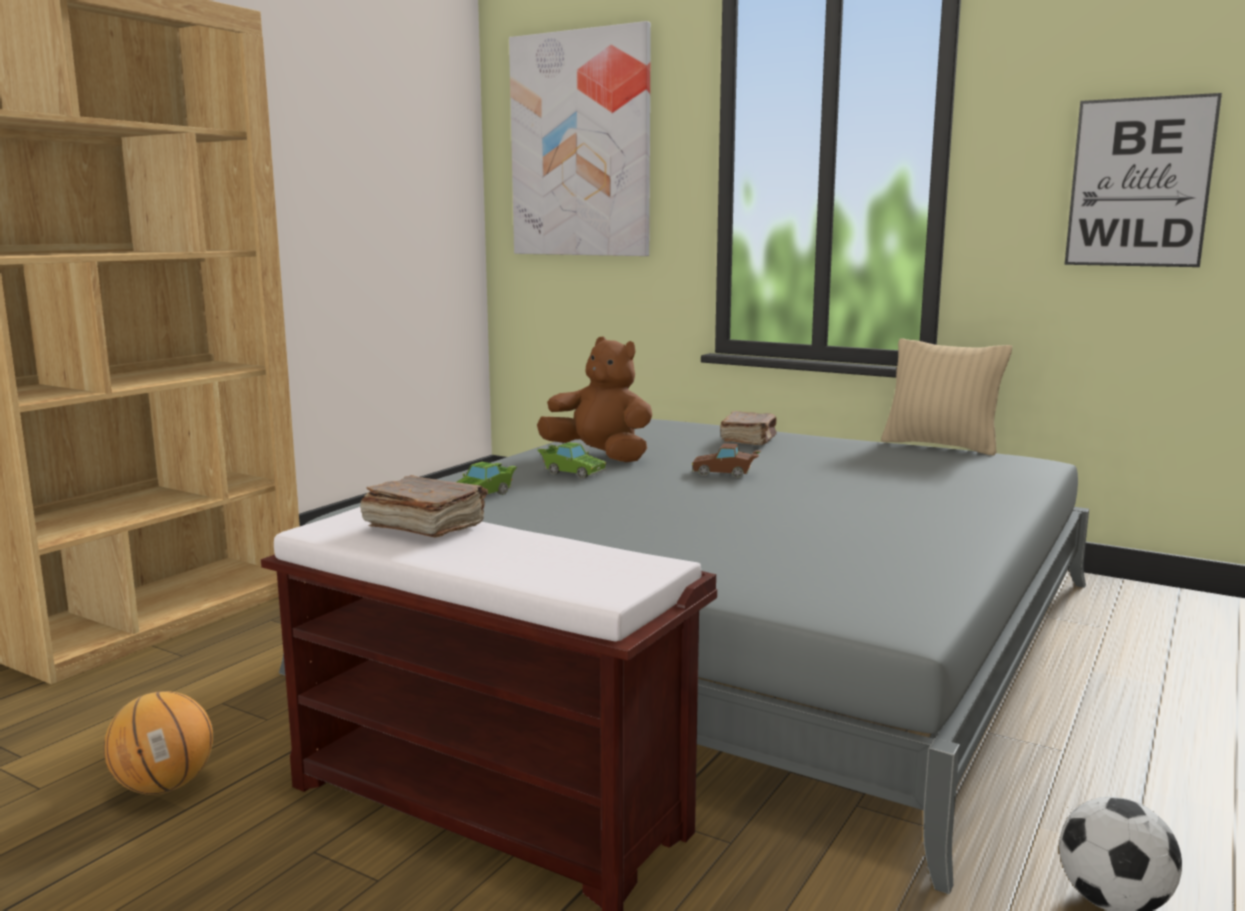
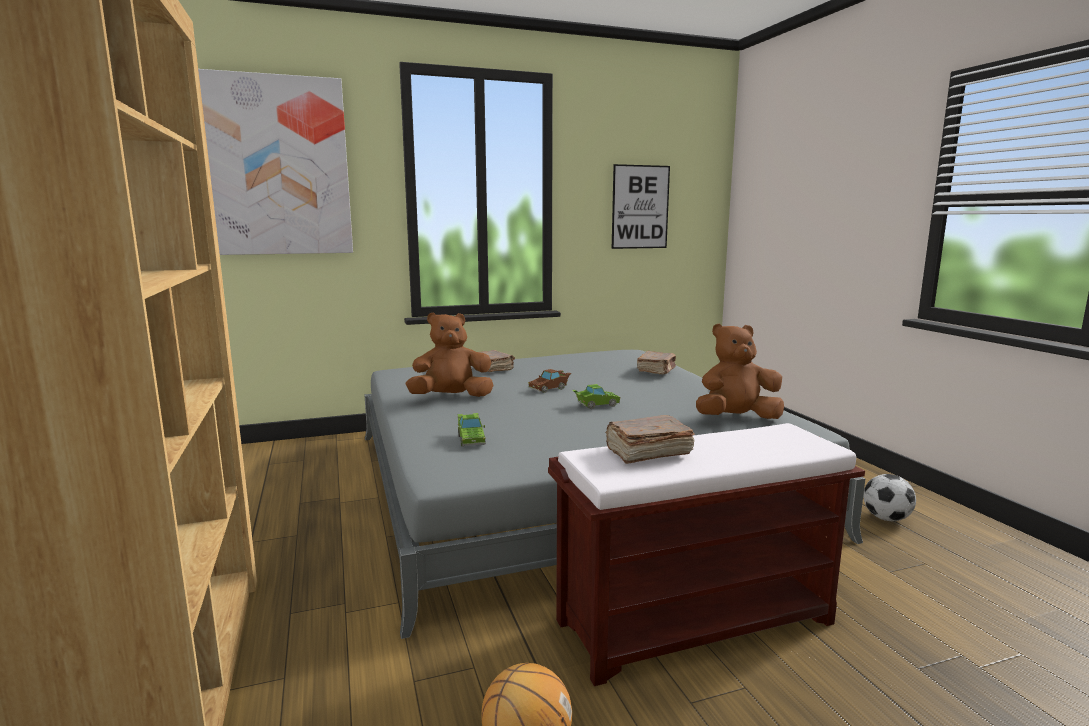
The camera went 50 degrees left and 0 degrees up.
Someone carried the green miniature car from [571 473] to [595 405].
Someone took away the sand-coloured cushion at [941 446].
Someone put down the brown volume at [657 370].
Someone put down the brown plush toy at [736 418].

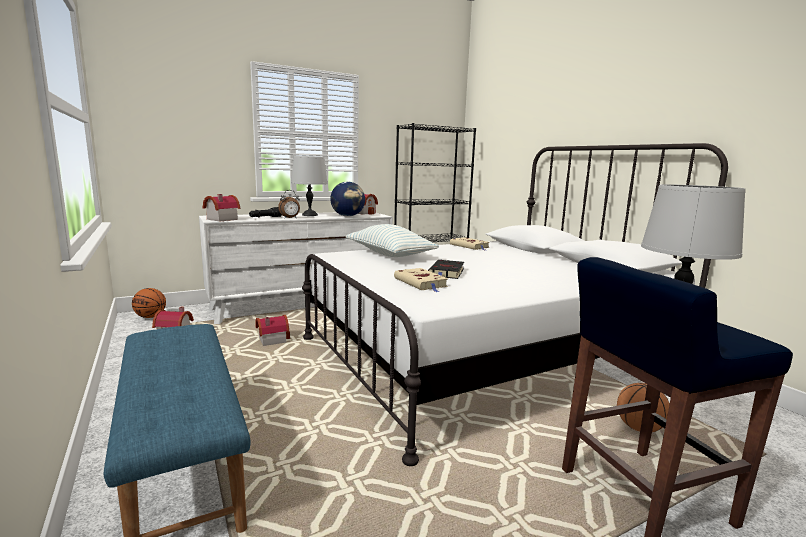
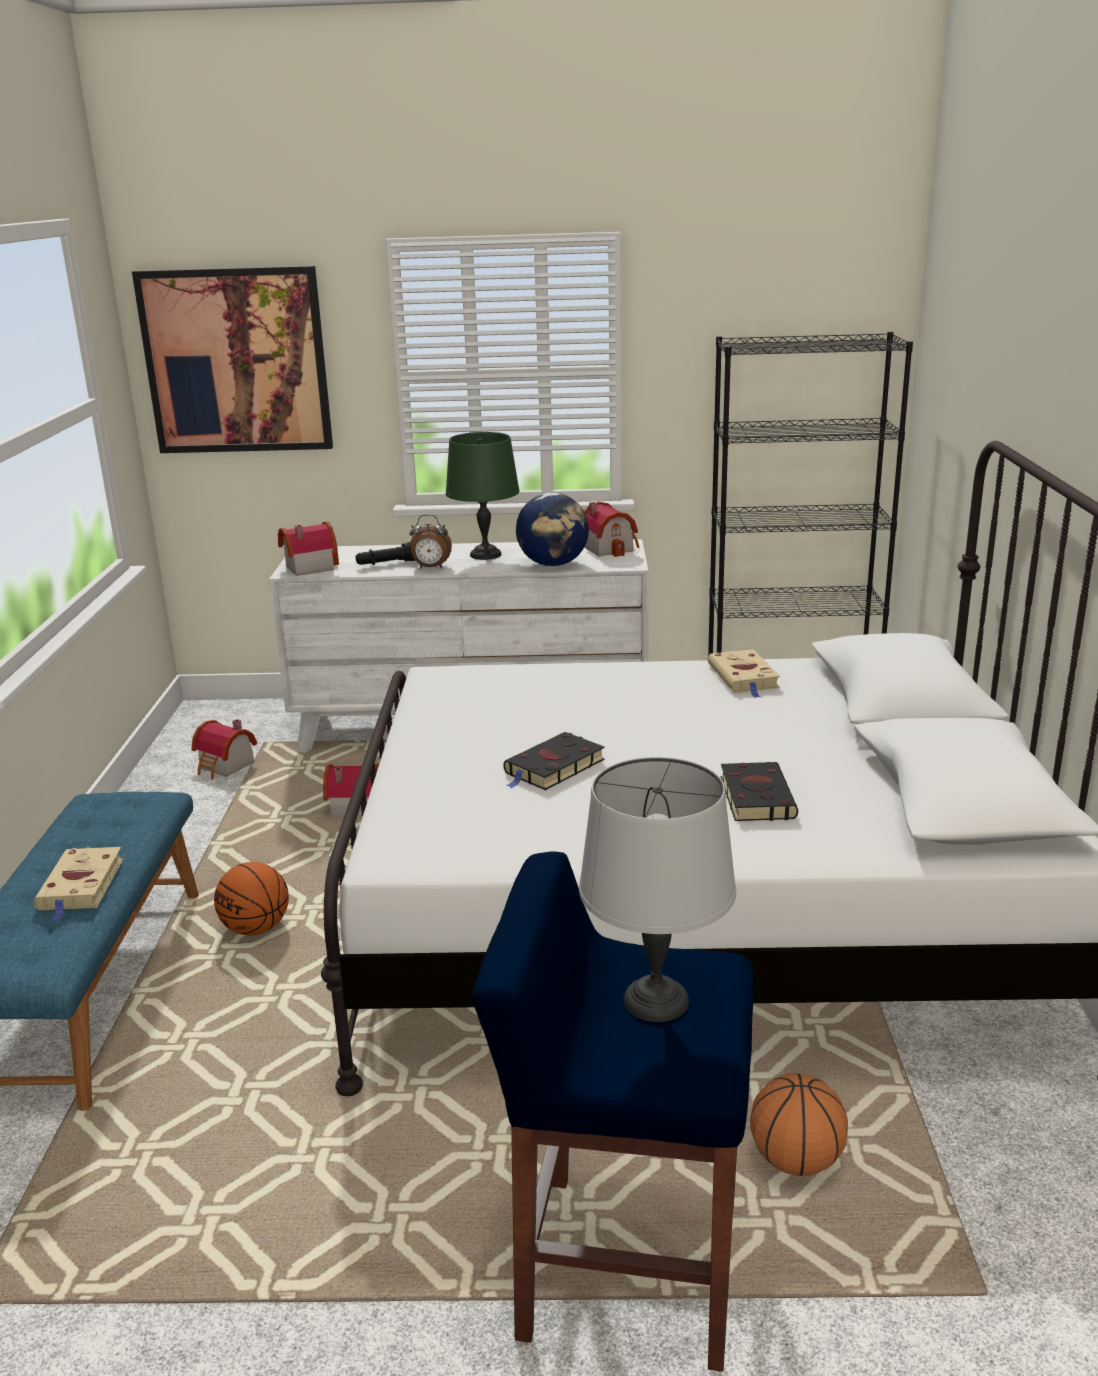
The camera went 30 degrees right and 10 degrees up.
Someone carried the basketball ball from [150 317] to [256 928].
Someone repainted the grey tabletop lamp at [310 215], which became the green tabletop lamp at [486 555].
Someone took away the cushion at [389 255].
Someone carried the sand-coloured volume from [421 283] to [81 886].
Someone put up the wall art at [236 361].
Someone put down the blackish volume at [755 796].

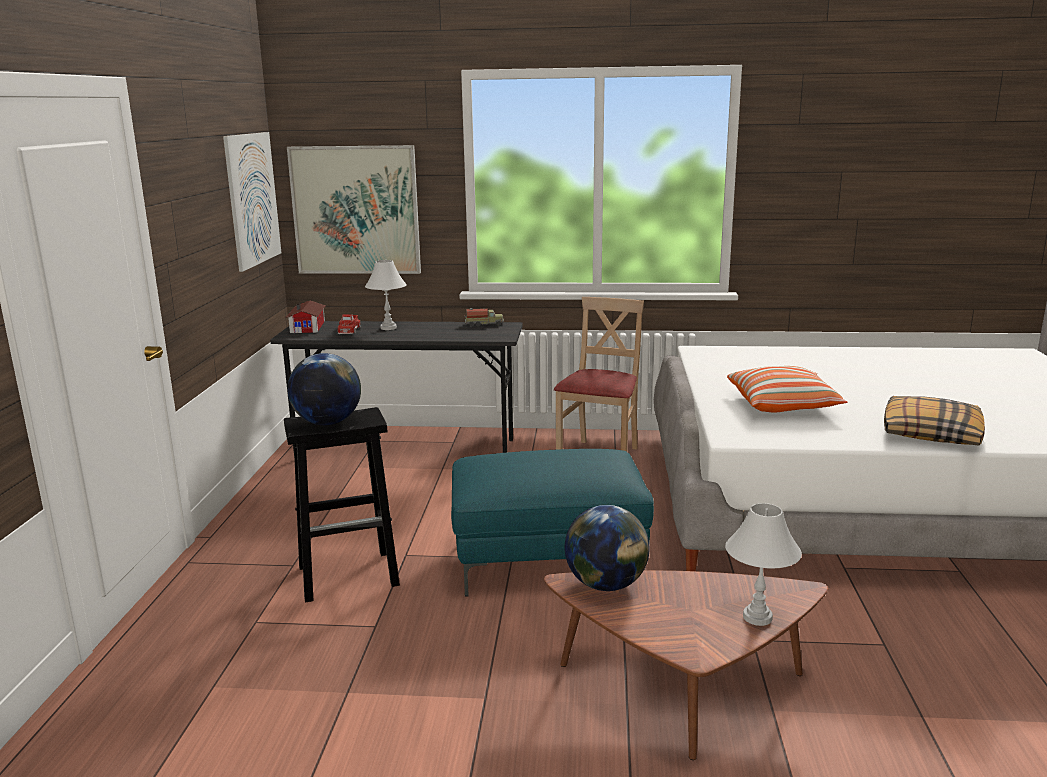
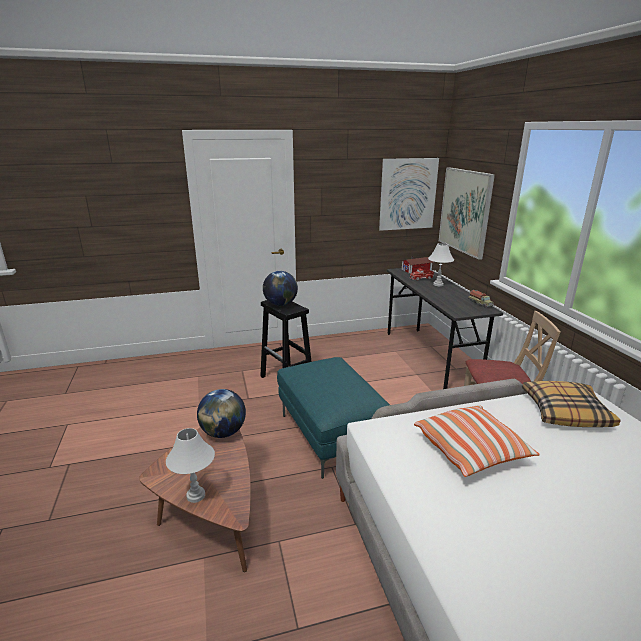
The camera went 70 degrees right and 5 degrees up.
Someone carried the cushion from [930 433] to [565 411].

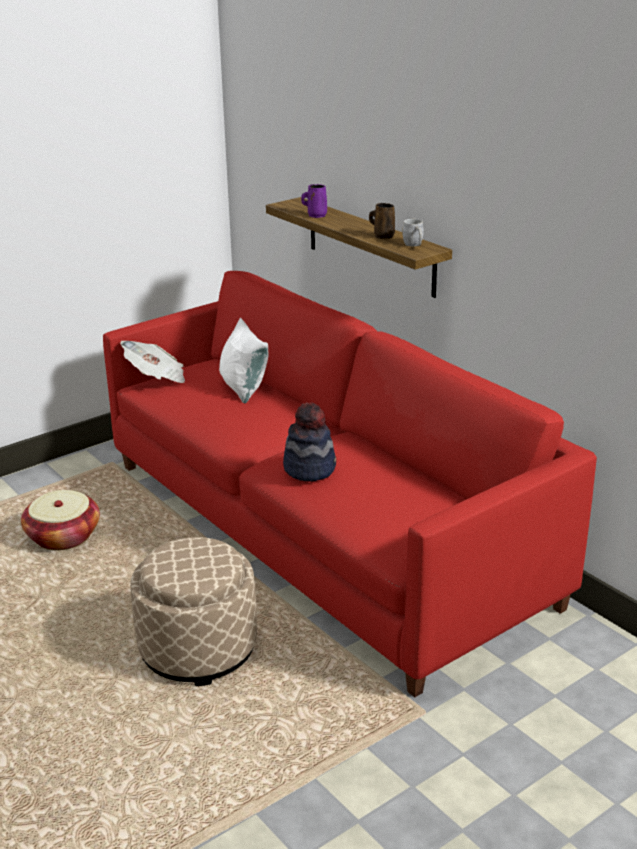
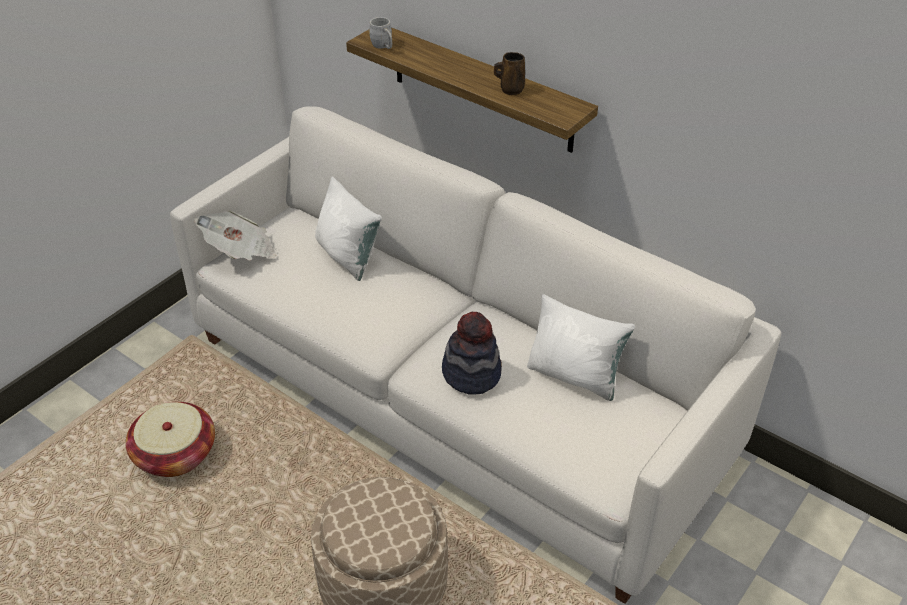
The camera went 15 degrees left and 15 degrees up.
Someone repainted the red sofa at [322 531], which became the whitish sofa at [455 397].
Someone took away the purple-coloured mug at [315 215].
Someone carried the grey mug from [414 245] to [383 46].
Someone put down the whitish cushion at [575 376].

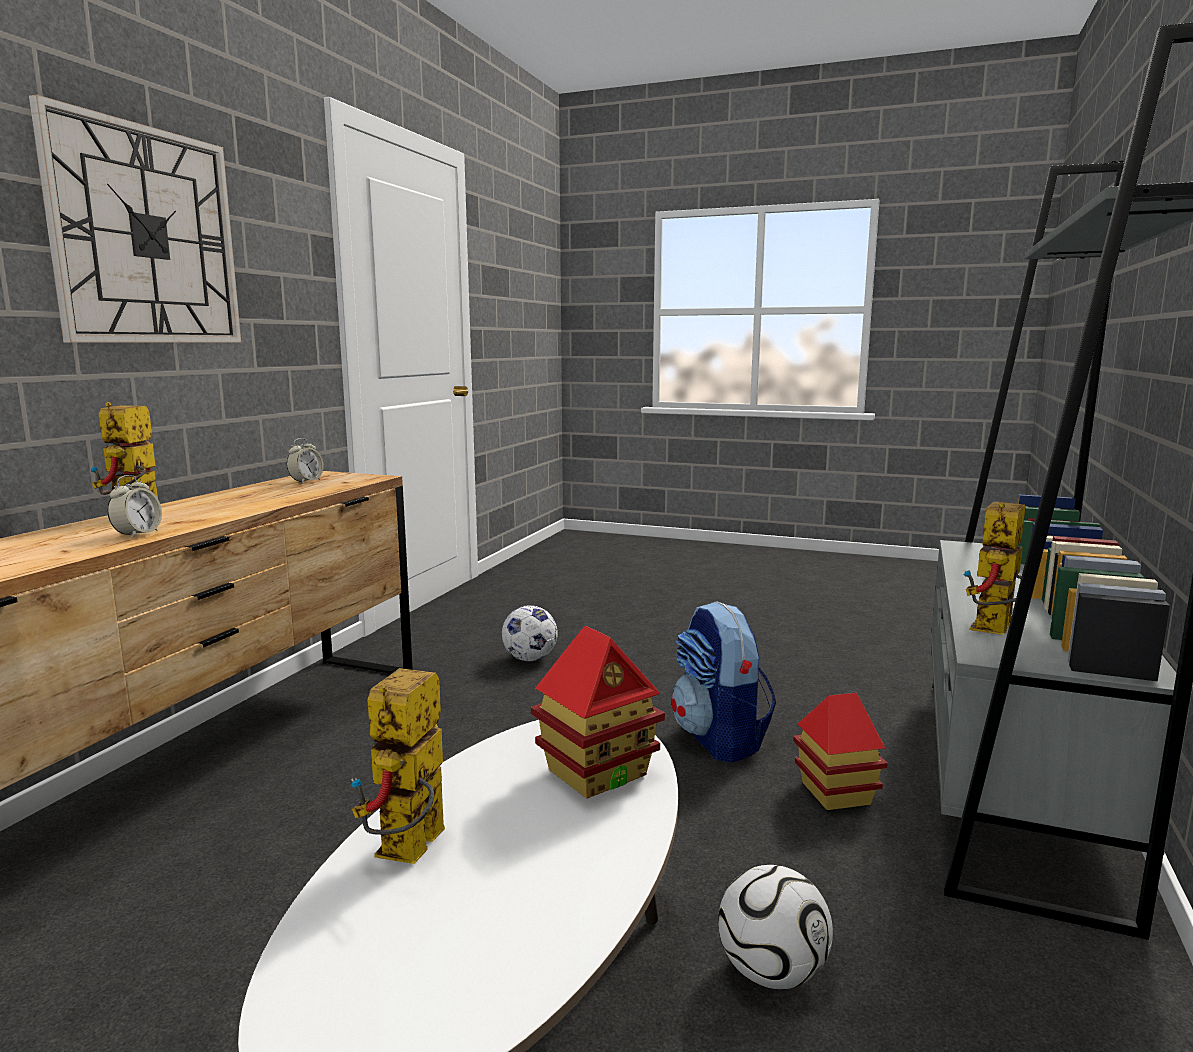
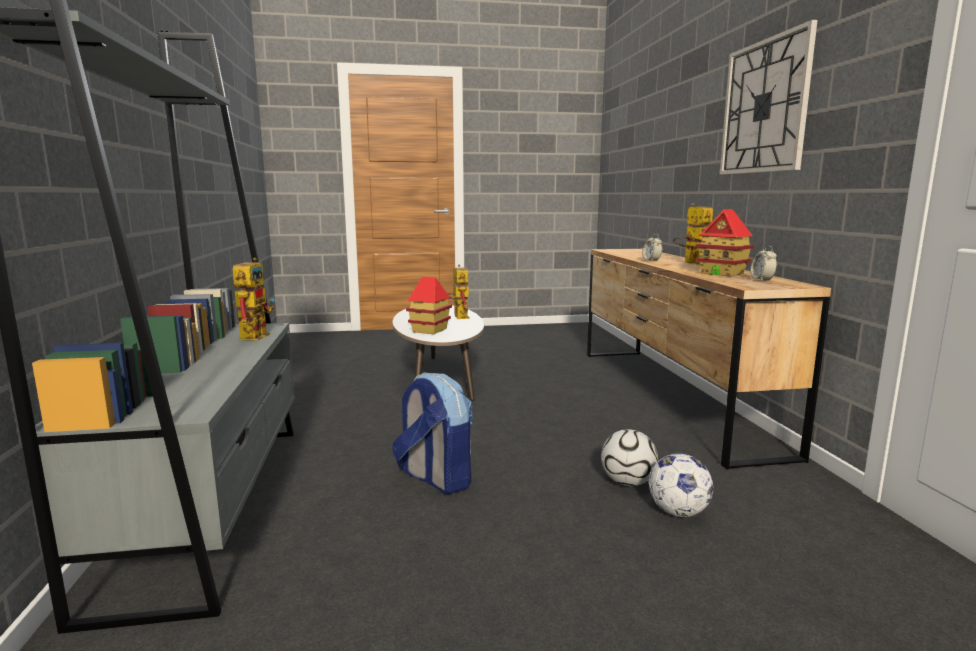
The camera went 150 degrees right and 0 degrees up.
Someone carried the football ball from [772 973] to [627 482].
Someone carried the model house from [835 793] to [722 273].

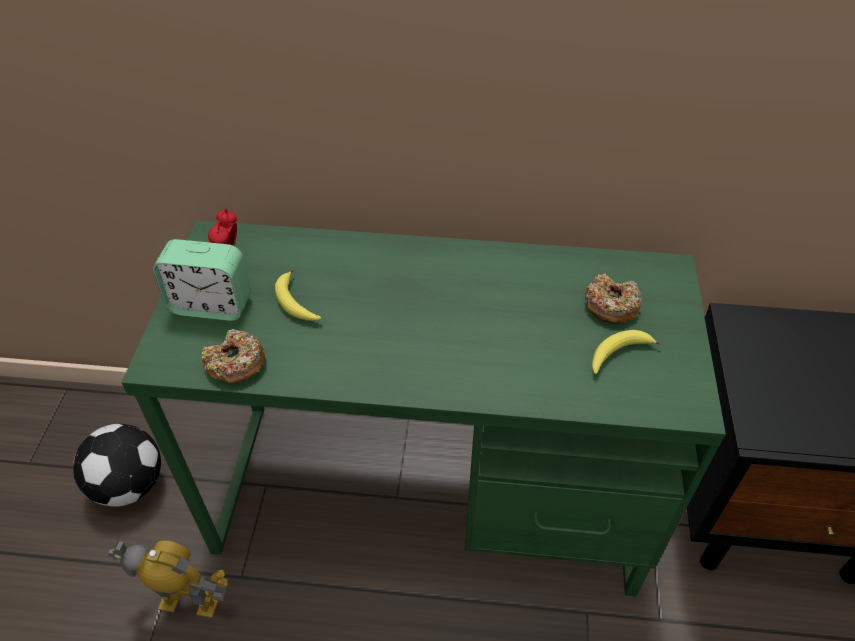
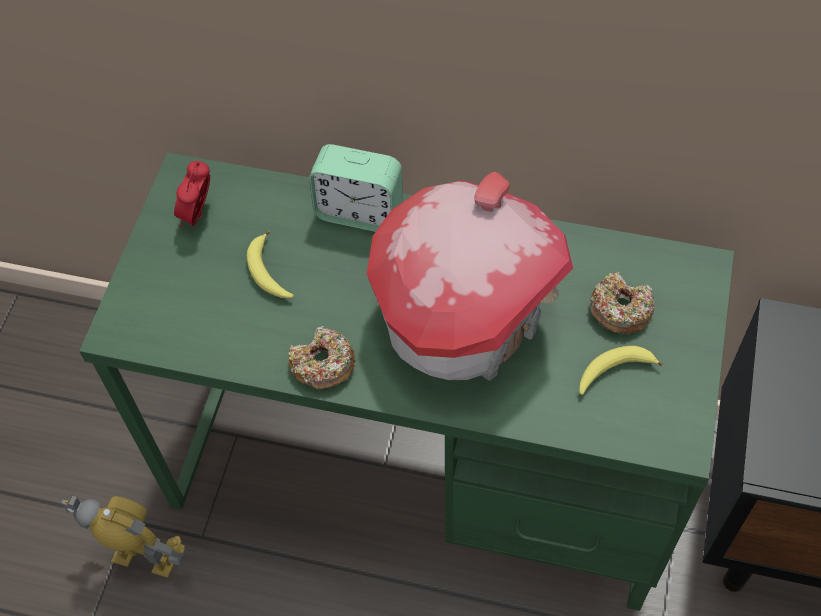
The camera went 10 degrees right and 10 degrees up.
Someone took away the football ball at [130 484].
Someone carried the bedside clock from [211 305] to [359 212].
Someone carried the ring doughnut from [235 364] to [323 364].
Someone put down the model house at [464 318].

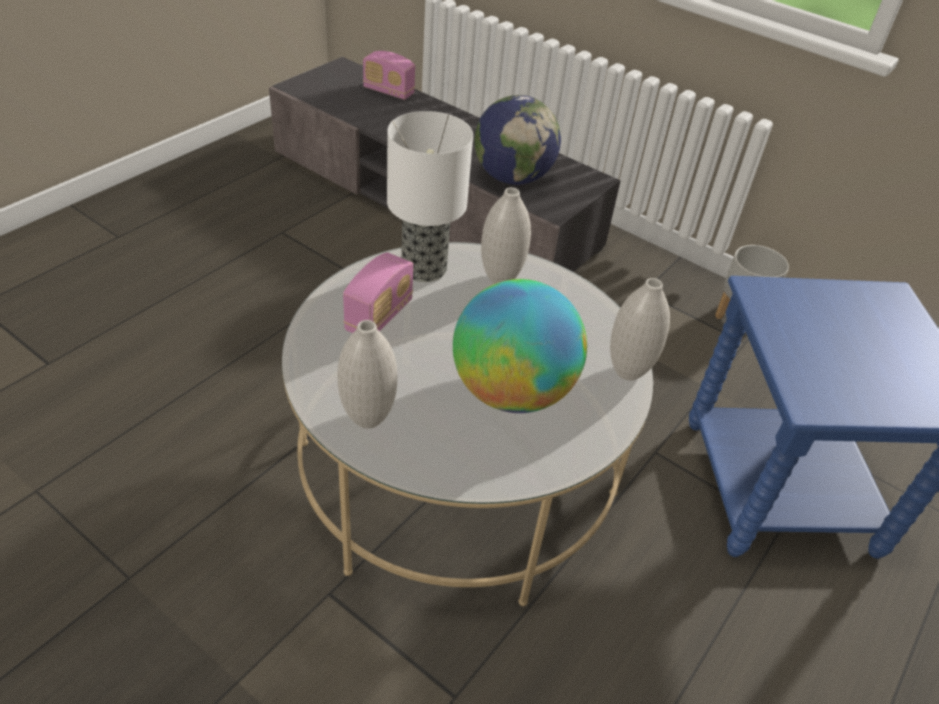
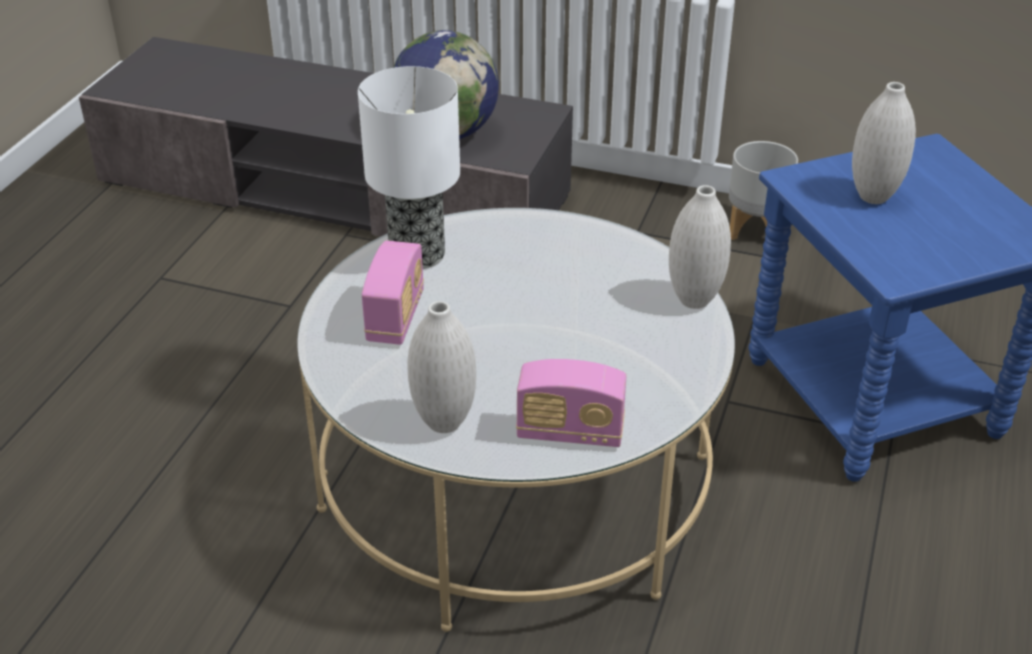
The camera went 15 degrees left and 5 degrees down.
Someone carried the radio from [388 91] to [570 432].
Someone took away the desk globe at [512 392].
Someone carried the whitish vase from [500 279] to [873 197].

